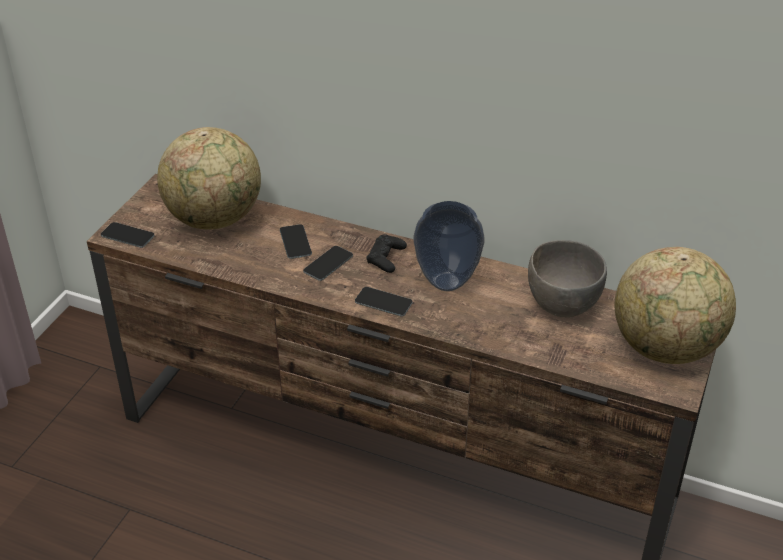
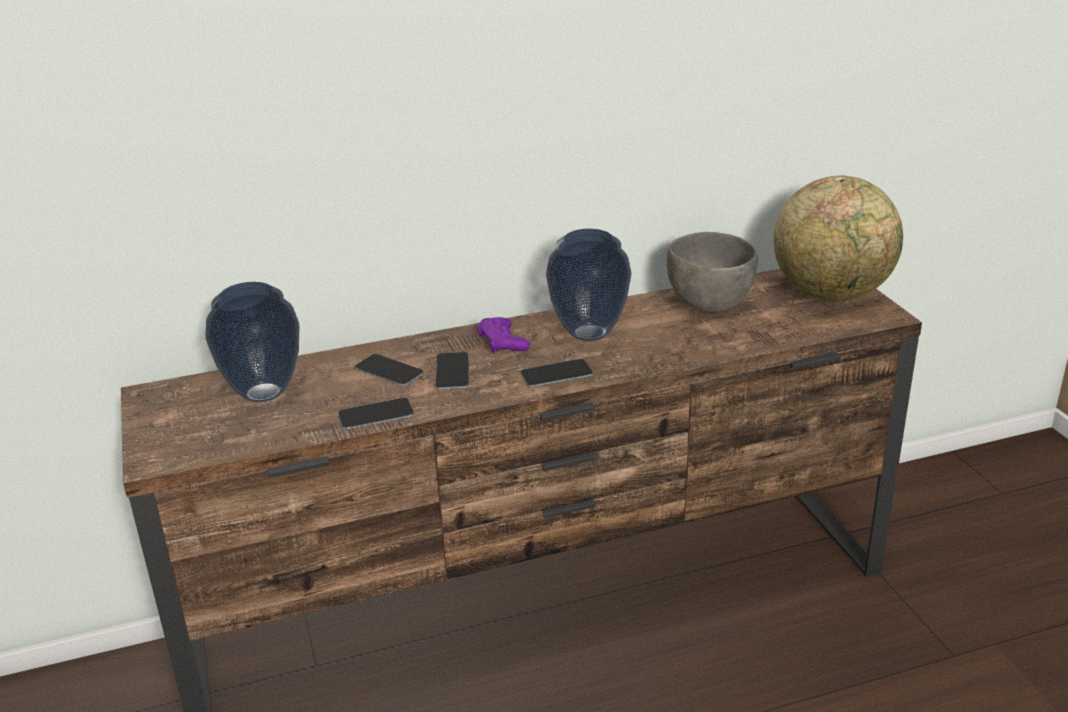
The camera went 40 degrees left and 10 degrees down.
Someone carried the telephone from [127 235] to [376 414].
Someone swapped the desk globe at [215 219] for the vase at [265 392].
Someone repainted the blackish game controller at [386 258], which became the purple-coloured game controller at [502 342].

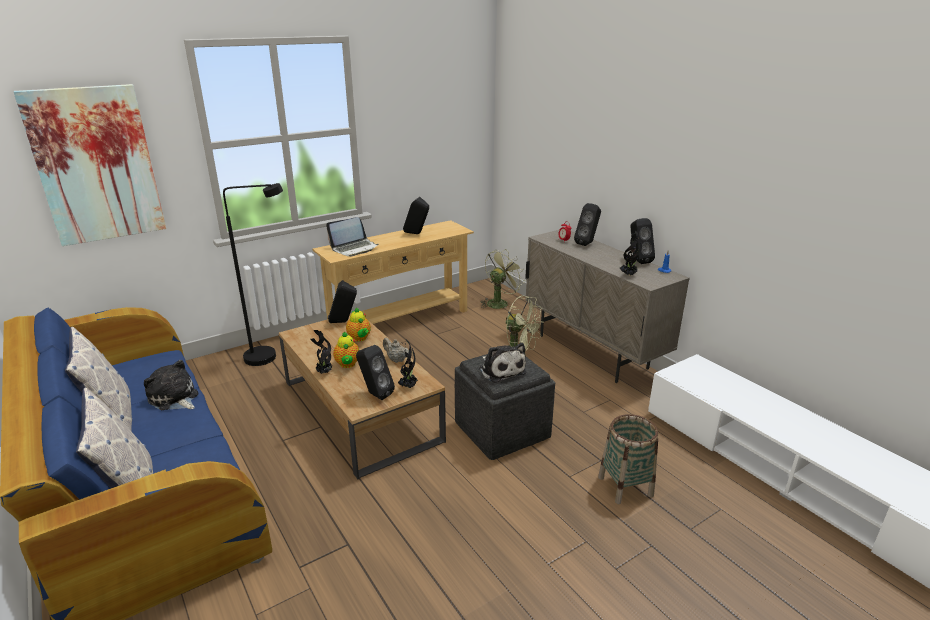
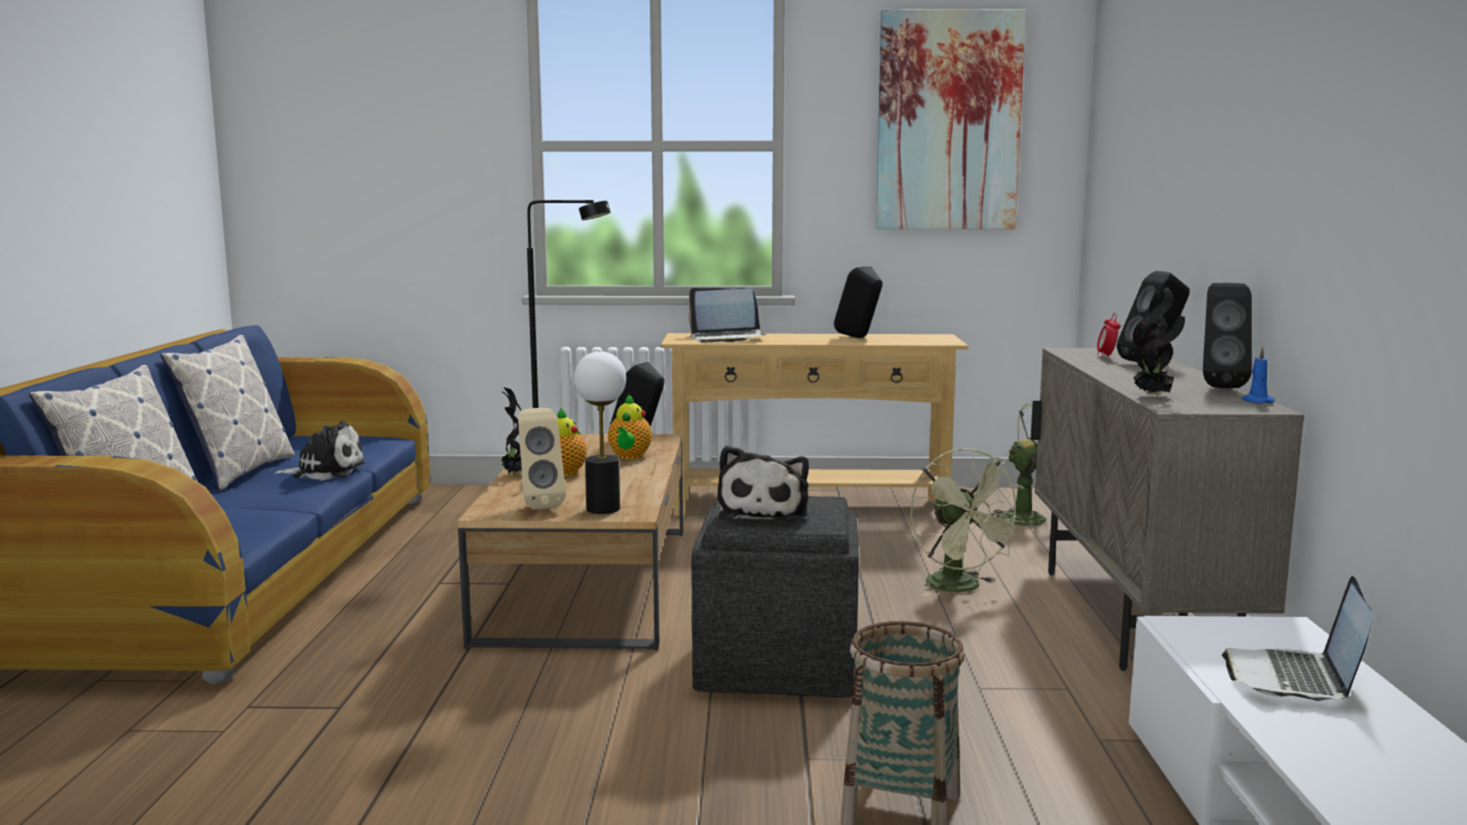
The camera went 35 degrees right and 15 degrees down.
Someone carried the wall art from [96 165] to [948 121].
Someone rotated the plush toy at [174 398] by 105 degrees clockwise.
Someone repainted the blackish speaker at [375 394], which became the sand-coloured speaker at [539 505].
Someone took away the sand-coloured tea pot at [396 360].
Someone swapped the houseplant at [409 386] for the tabletop lamp at [602 509].
Someone put down the laptop at [1294 679].

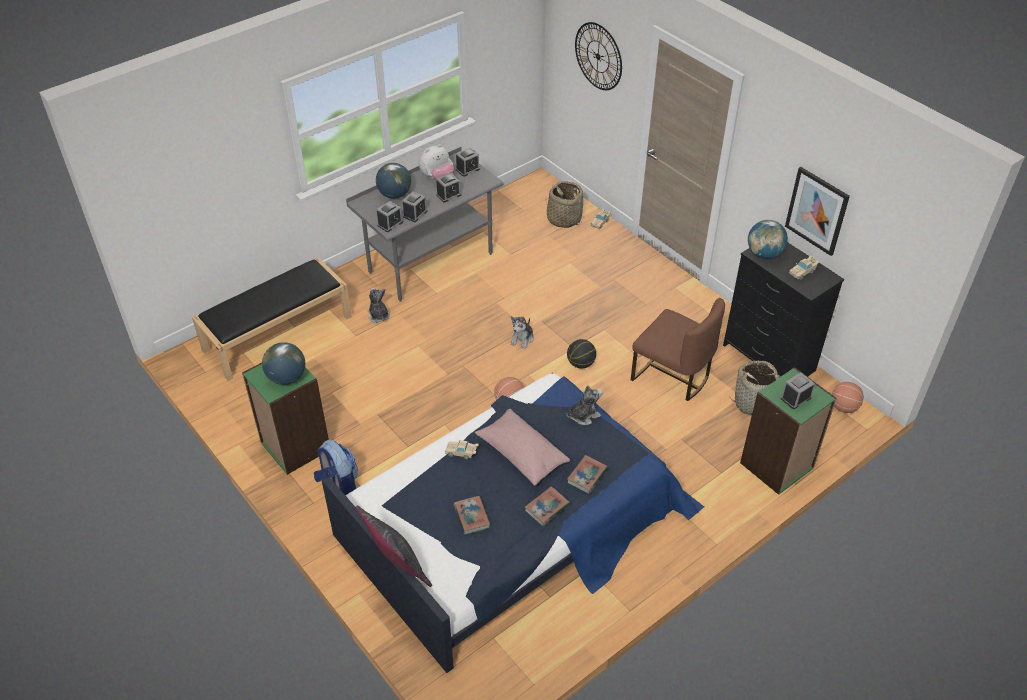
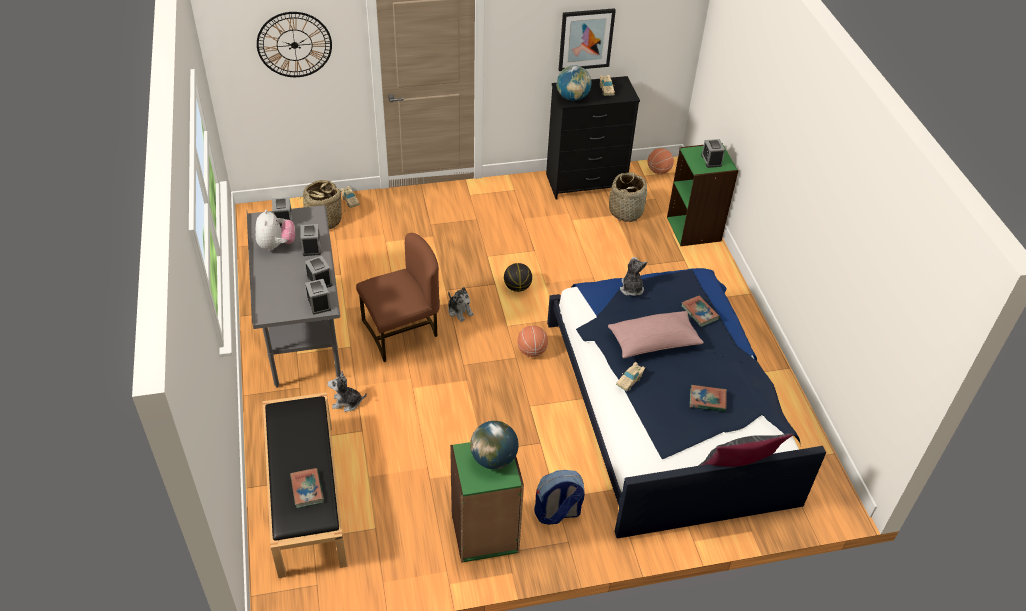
The camera went 65 degrees left and 0 degrees up.
Someone took away the desk globe at [395 195].
Someone carried the volume from [547 508] to [307 489].
Someone carried the brown upright chair from [672 376] to [401 331].

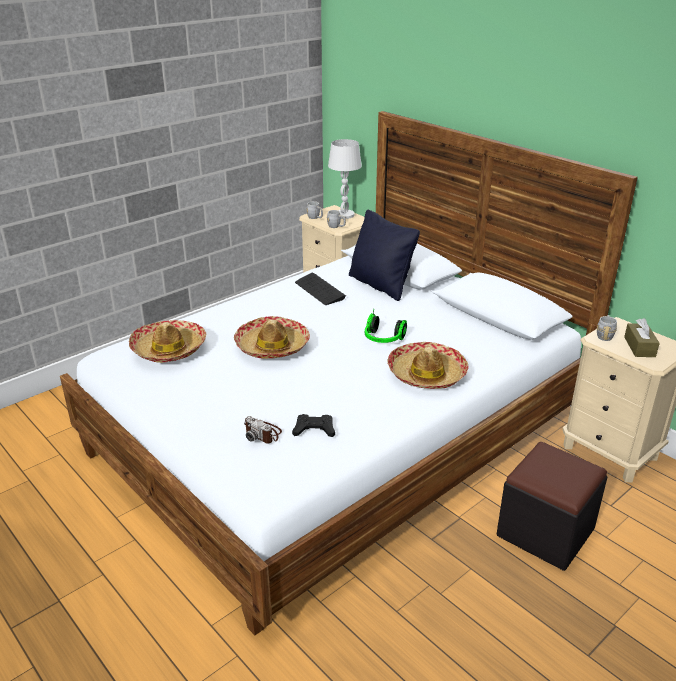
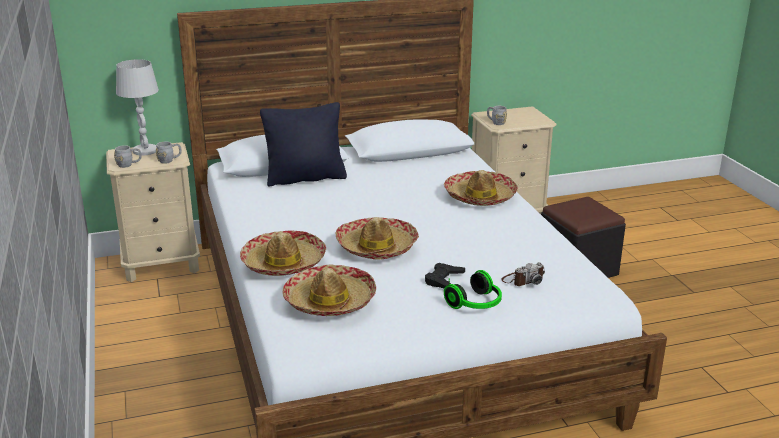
The camera went 65 degrees left and 5 degrees down.
Someone carried the blackish game controller from [314 429] to [443 279].
Someone took away the computer keyboard at [319 290].
Someone carried the headset from [383 339] to [476 304].
Someone took away the brown box of tissues at [639 347].
Someone put down the wearable hat at [283 263].

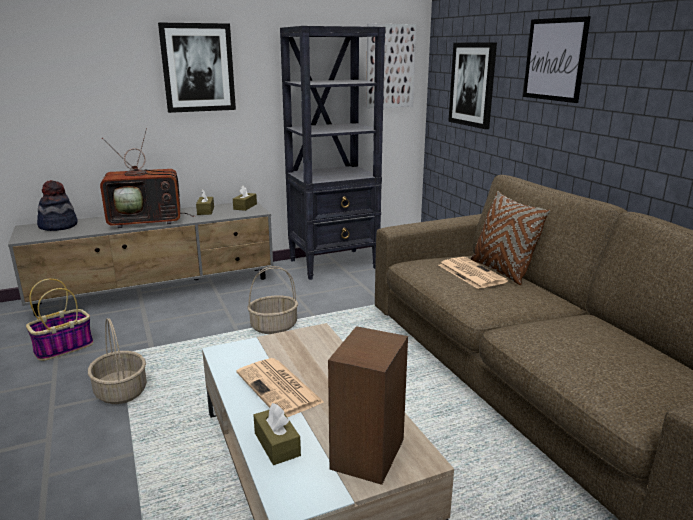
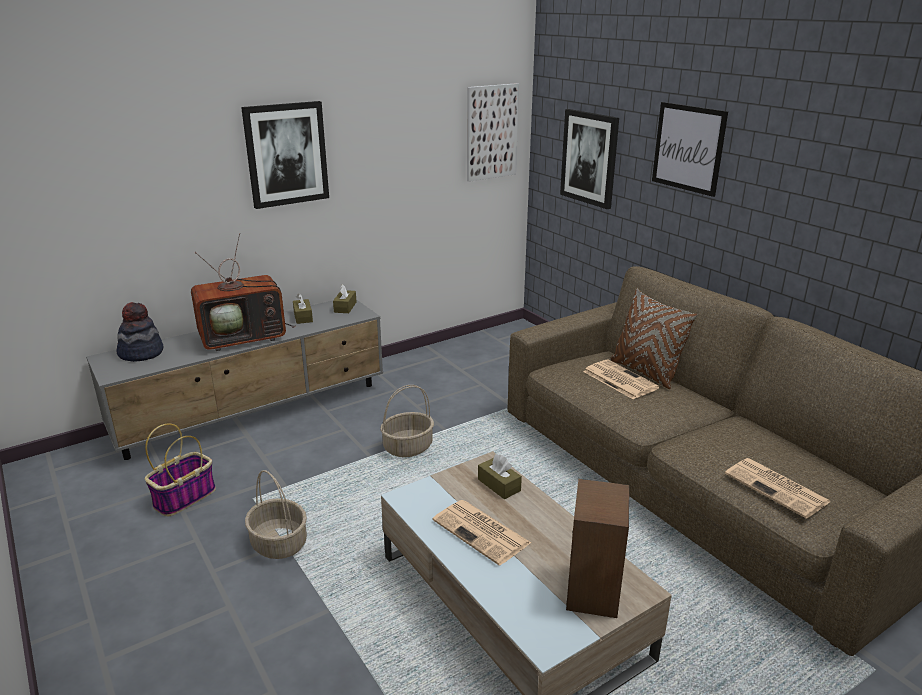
The camera went 10 degrees left and 5 degrees up.
Someone carried the brown box of tissues from [277 444] to [499 485].
Someone took away the blackish shelving unit at [334 264].
Someone put down the newspaper at [778 488].

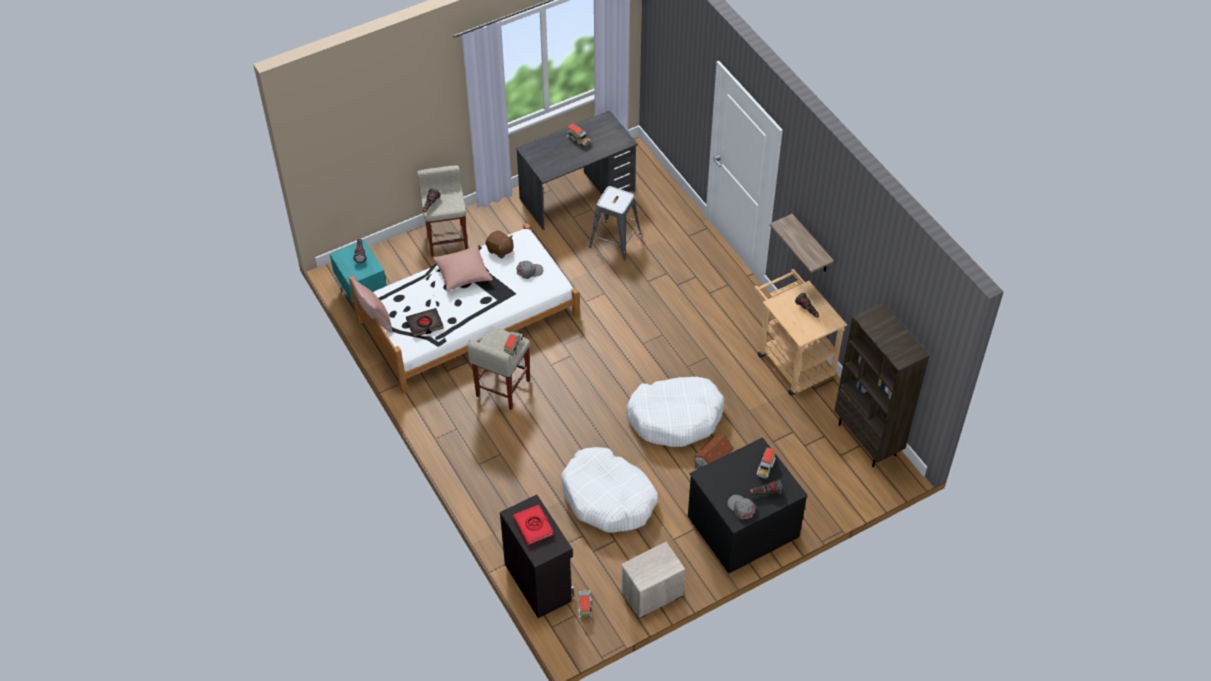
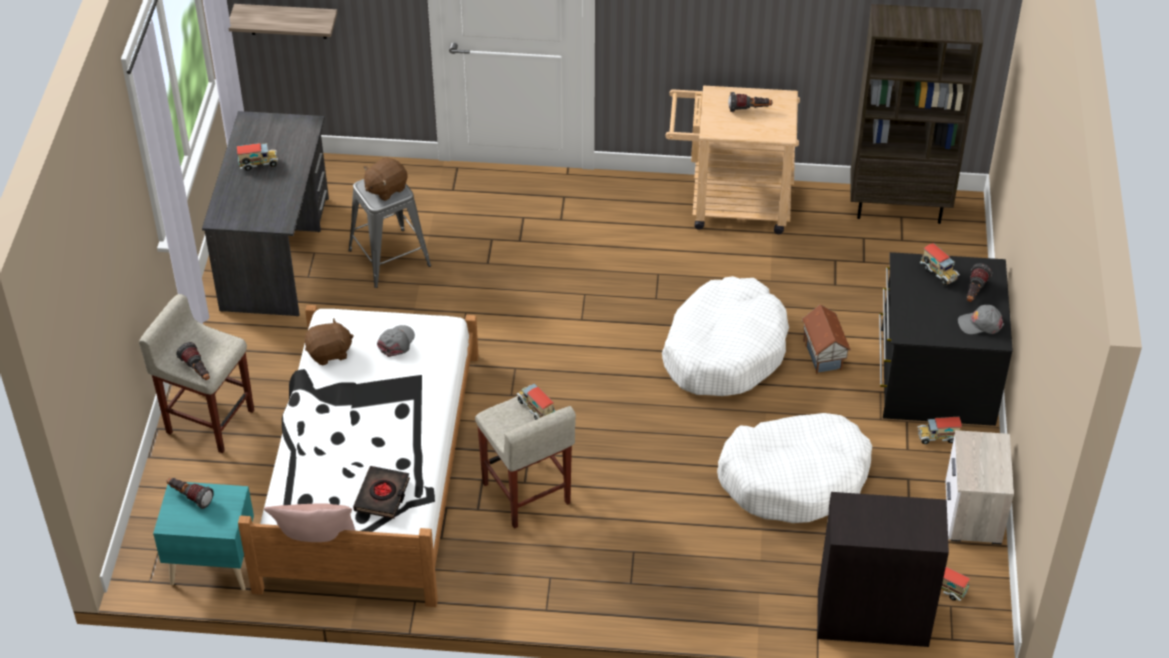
The camera went 55 degrees left and 5 degrees down.
Someone took away the pink cushion at [463 274].
Someone took away the red volume at [533 526].
Someone carried the shelf from [811 245] to [287 21].
Someone put down the brown plush toy at [385 188].
Someone put down the toy lorry at [937 437].

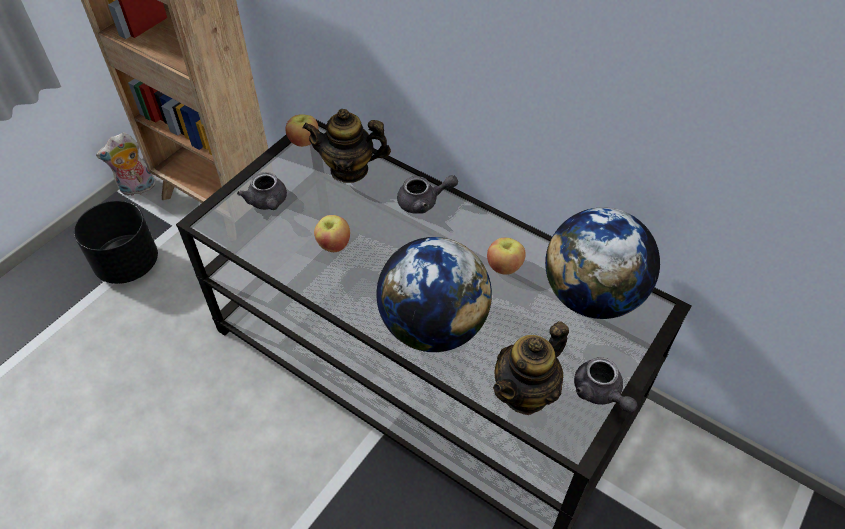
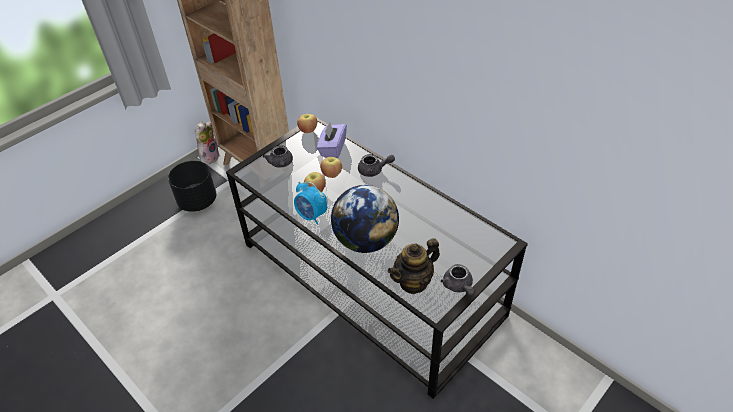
The camera went 10 degrees right and 5 degrees down.
Someone rotated the plush toy at [137 189] by 135 degrees clockwise.
Someone swapped the tea pot at [349 170] for the purple-coloured box of tissues at [332 148].
Someone carried the whole apple from [504 266] to [332 174].
Someone took away the desk globe at [592 296].
Someone put down the bedside clock at [311 216].

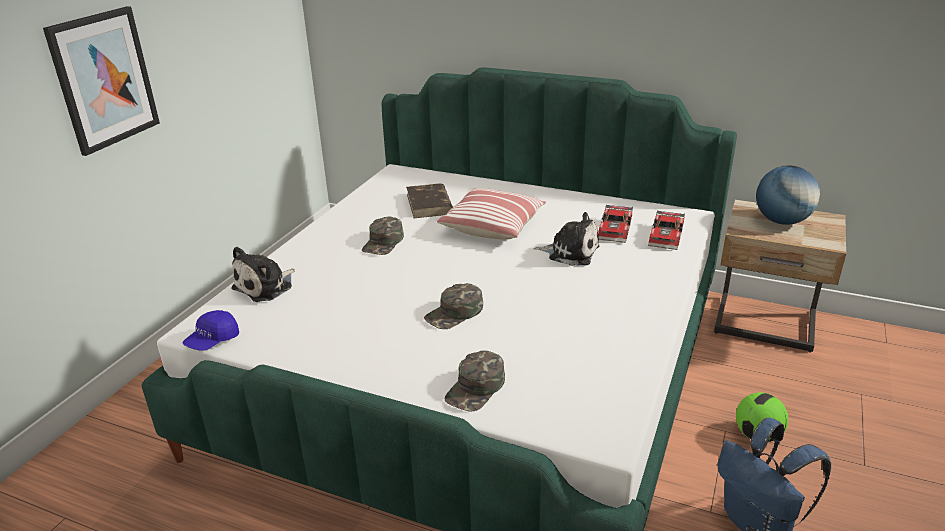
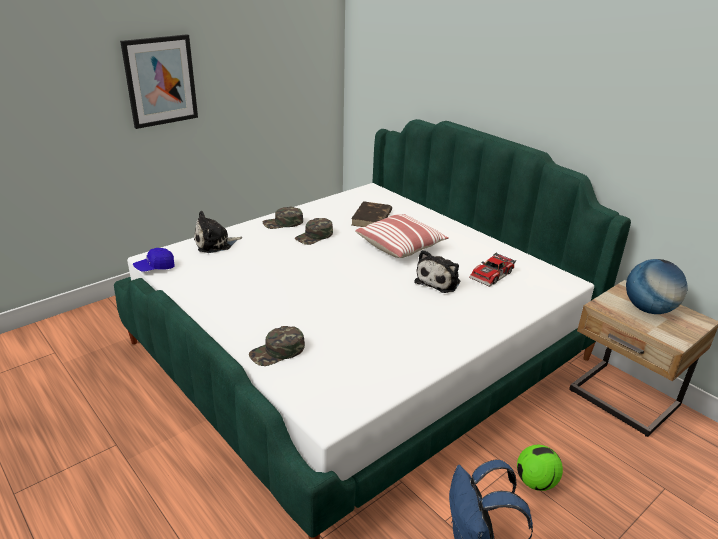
The camera went 25 degrees right and 0 degrees up.
Someone carried the green baseball cap from [455 313] to [283 223].
Someone rotated the plush toy at [570 252] by 75 degrees clockwise.
Someone took away the miniature car at [667 237].

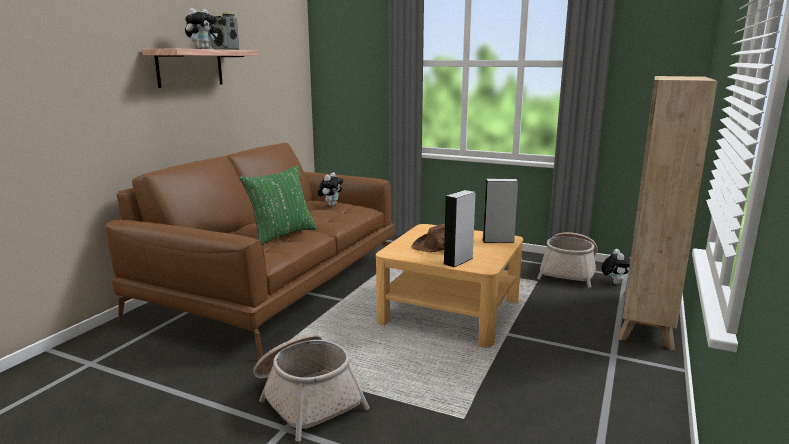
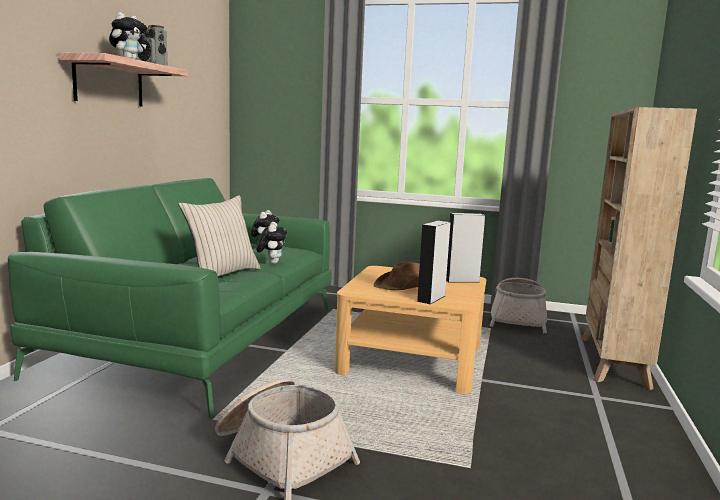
The camera went 10 degrees left and 5 degrees down.
Someone repainted the brown sofa at [275 286], which became the green sofa at [203 338].
Someone repainted the green cushion at [281 235], which became the sand-coloured cushion at [221 274].
Someone carried the plush toy from [613 282] to [271 262].

